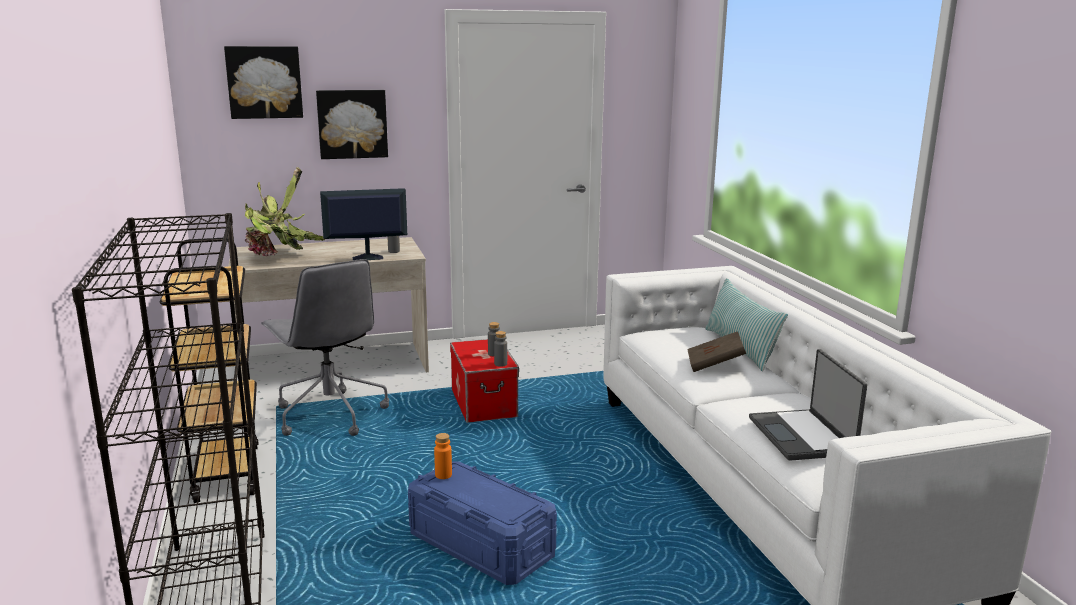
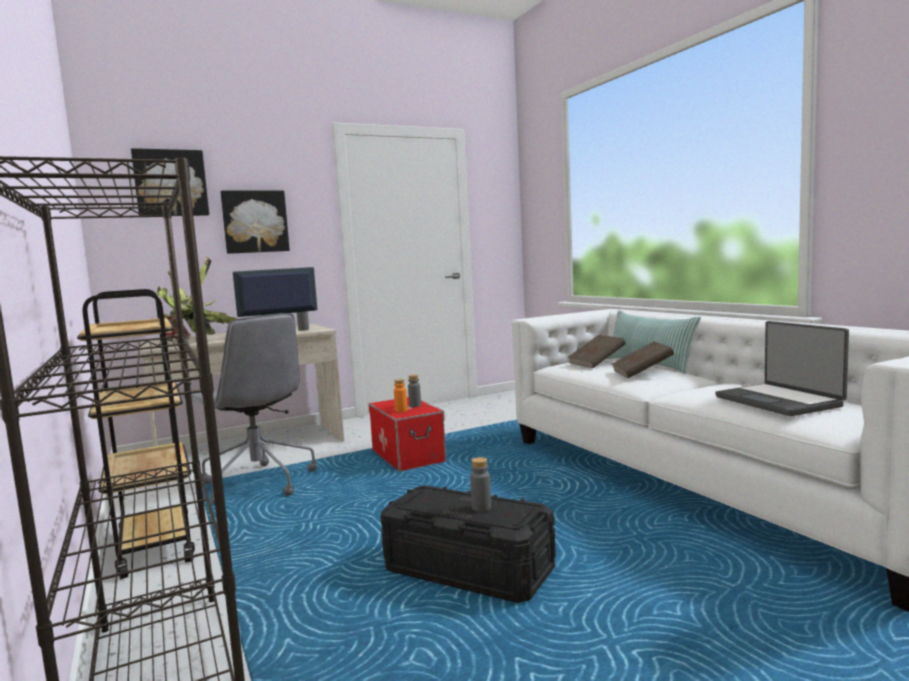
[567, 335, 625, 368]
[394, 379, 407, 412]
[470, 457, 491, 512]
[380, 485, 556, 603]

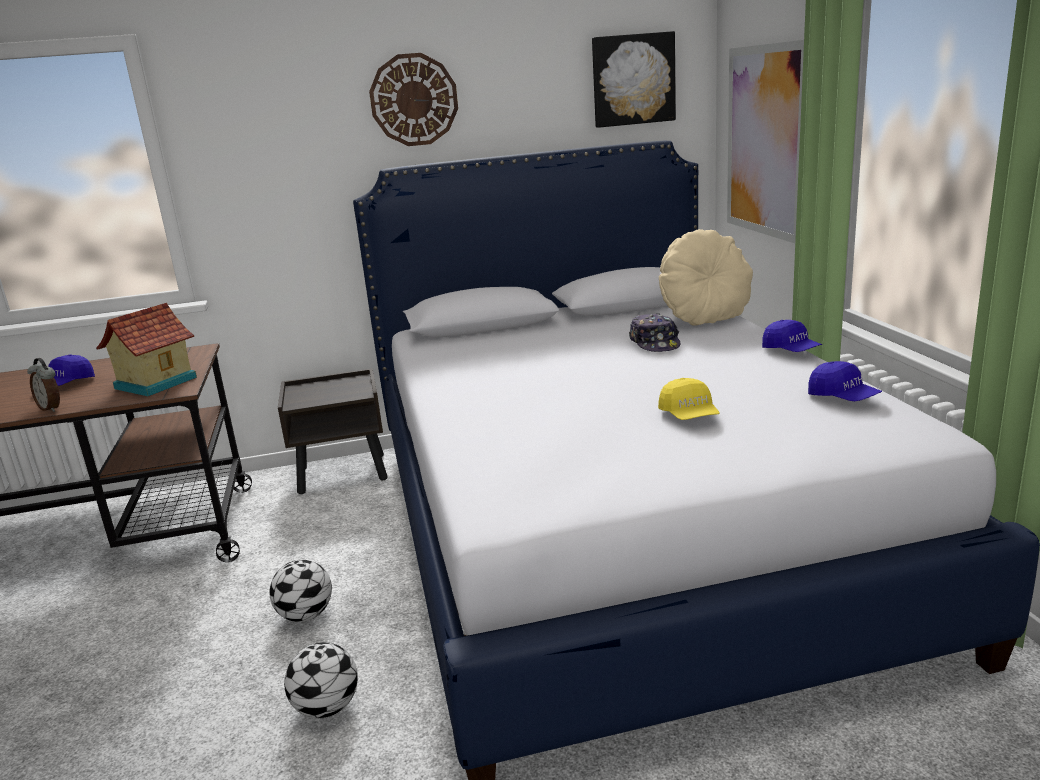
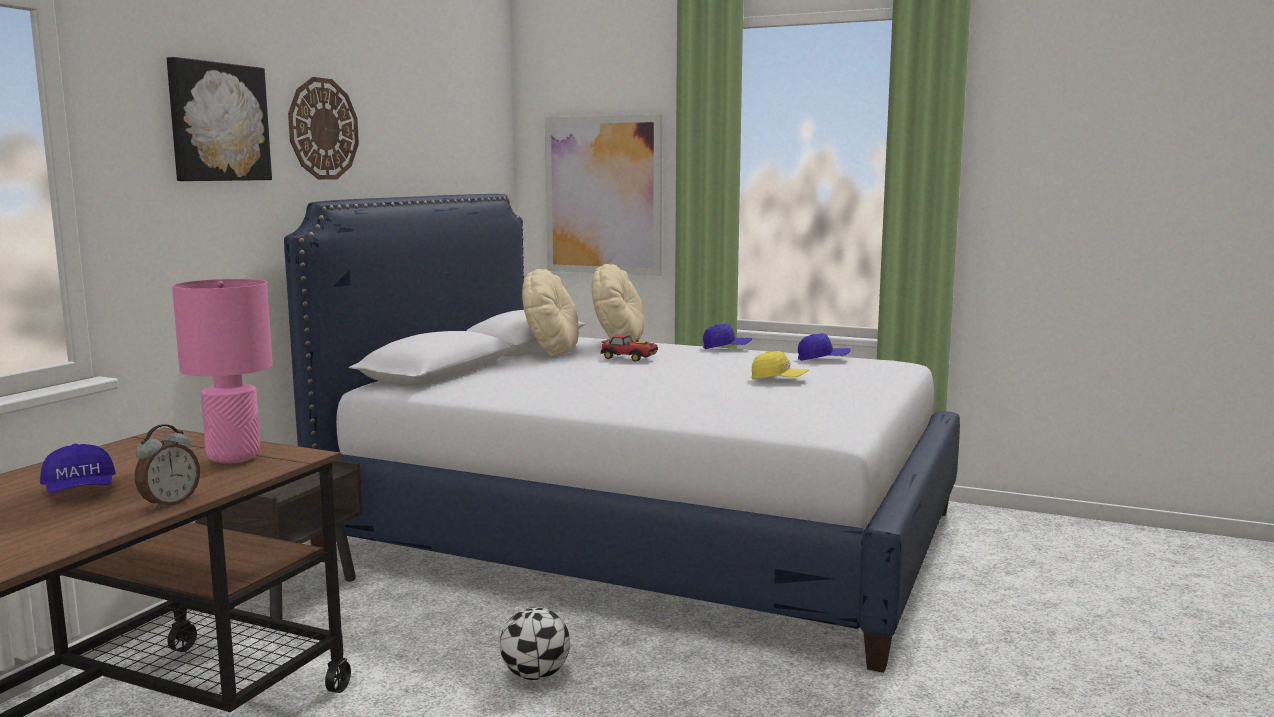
[284, 642, 358, 718] (first image)
[522, 269, 579, 357]
[167, 57, 272, 181]
[172, 279, 273, 464]
[600, 335, 658, 362]
[135, 424, 200, 510]

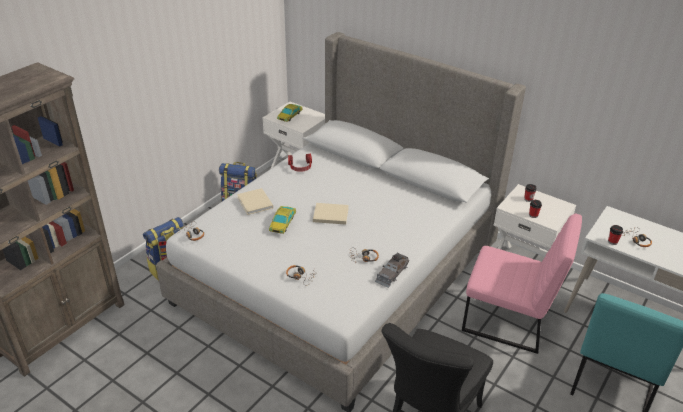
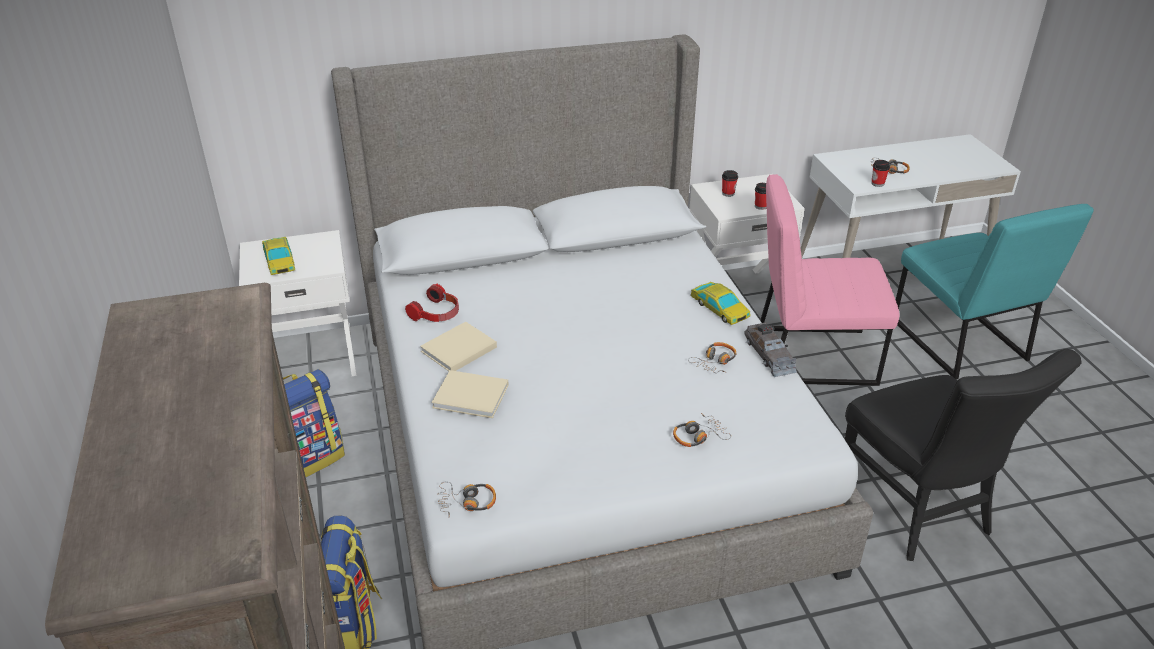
[690, 282, 751, 325]
[420, 322, 497, 371]
[760, 174, 900, 386]

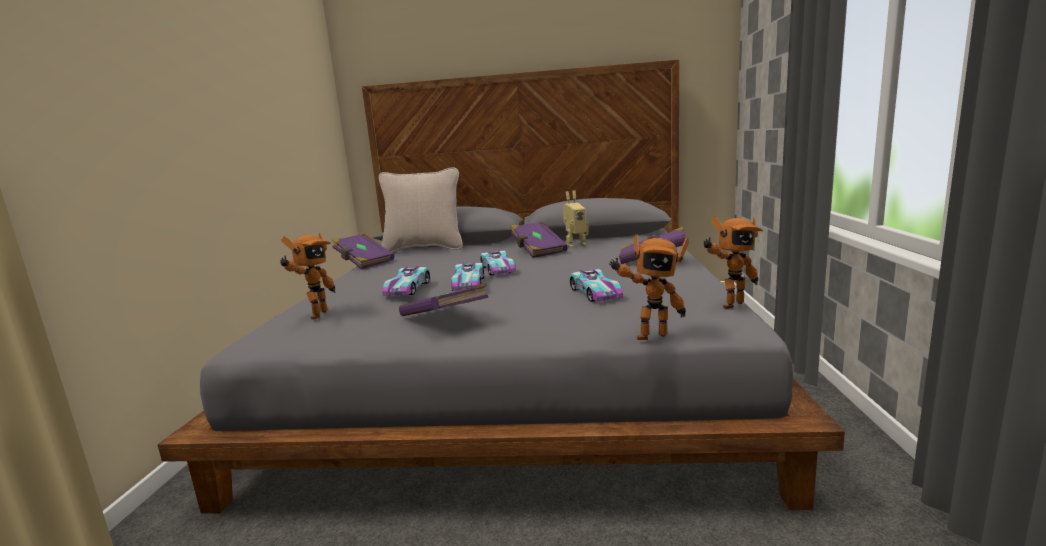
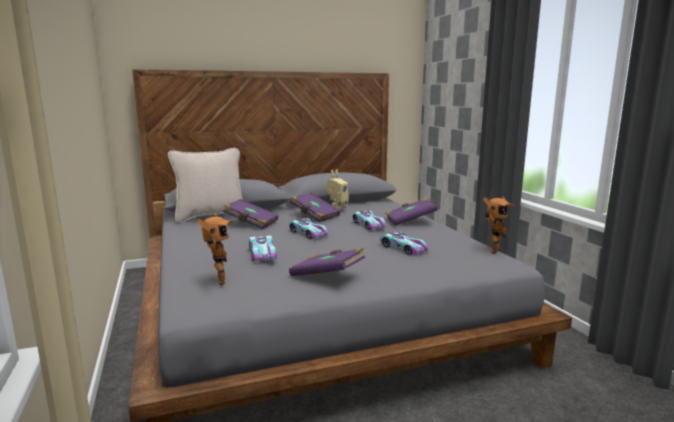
[609, 234, 689, 340] (first image)
[223, 199, 278, 229]
[353, 210, 386, 229]

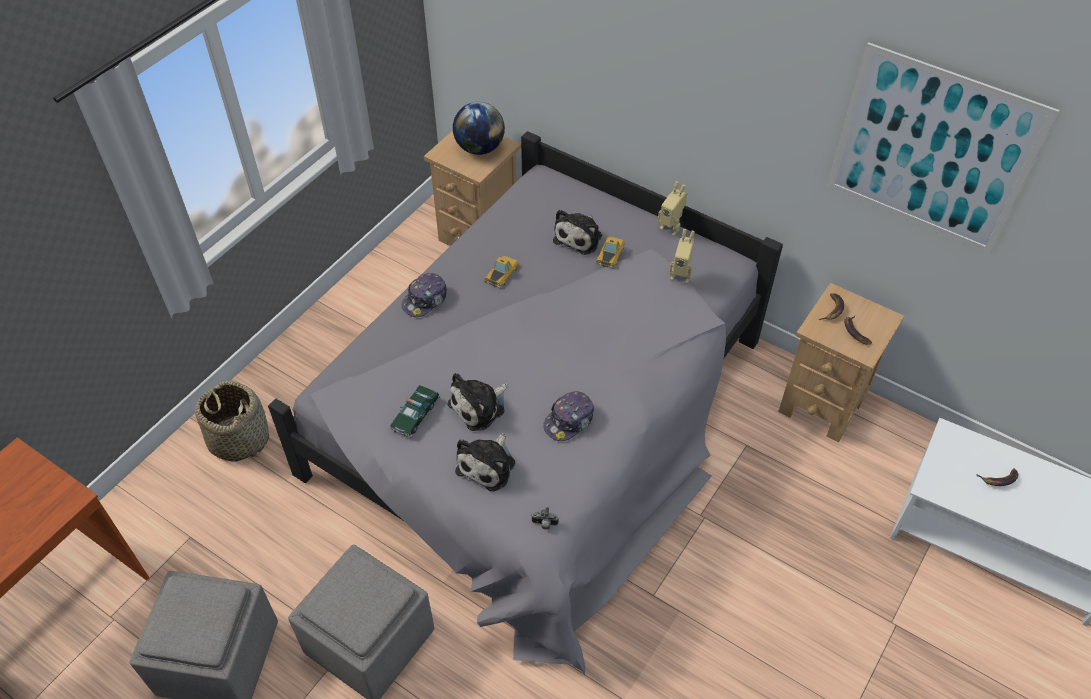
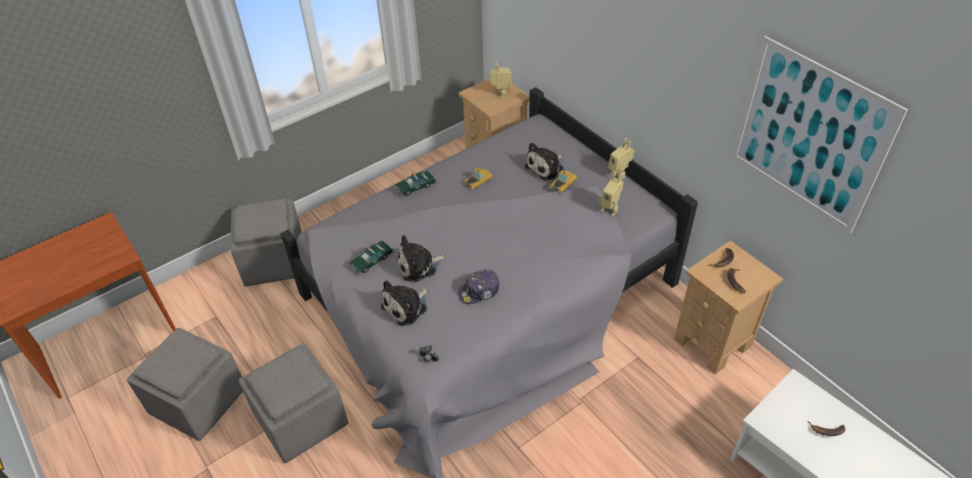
[231, 199, 302, 287]
[395, 171, 437, 197]
[489, 60, 512, 98]

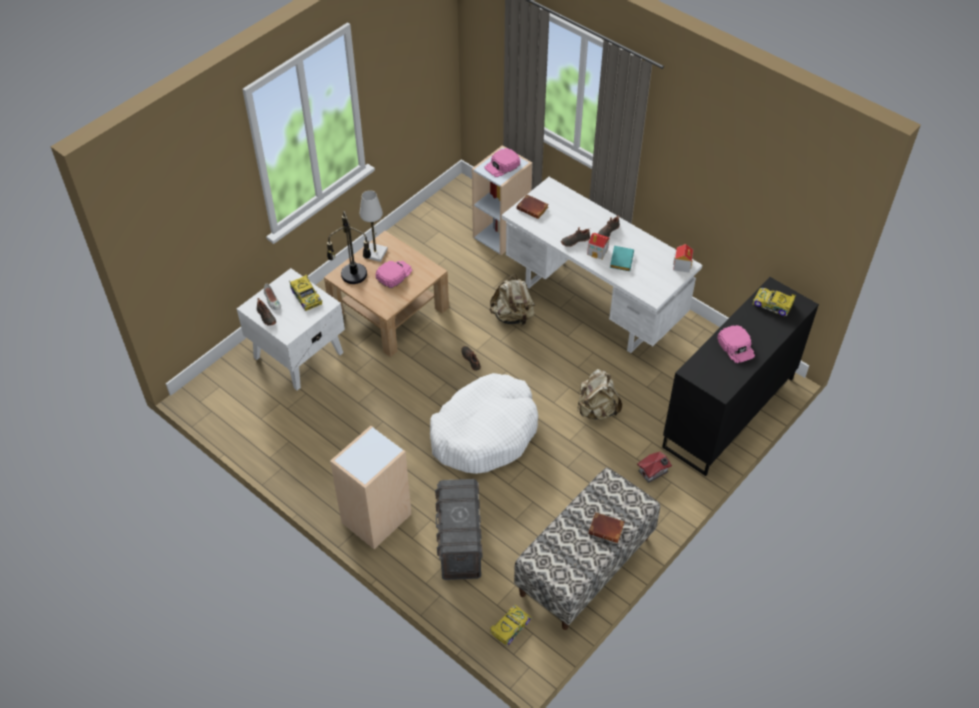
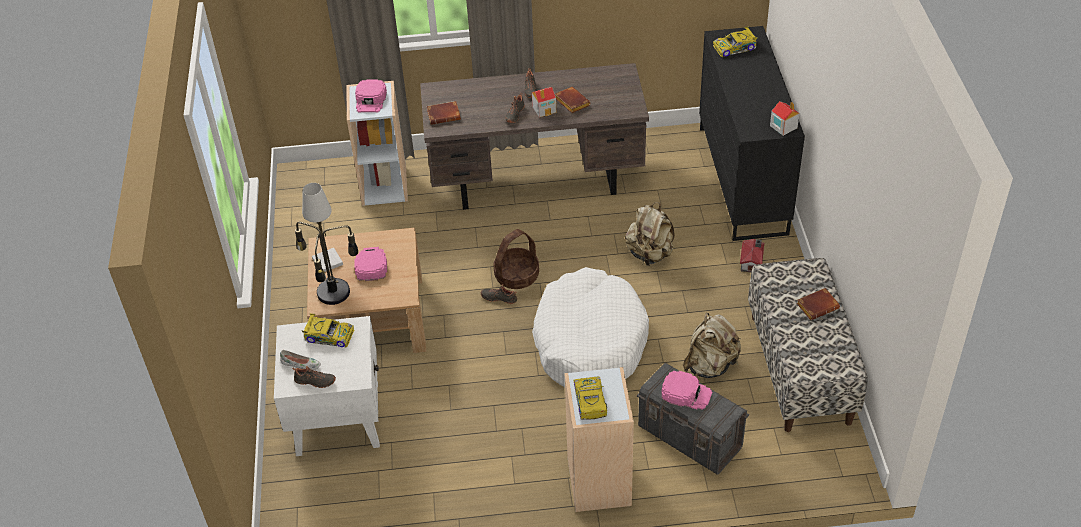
[494, 229, 539, 289]
[683, 313, 741, 378]
[574, 377, 607, 420]
[770, 101, 799, 136]
[662, 371, 712, 410]
[420, 63, 649, 210]
[555, 87, 591, 113]

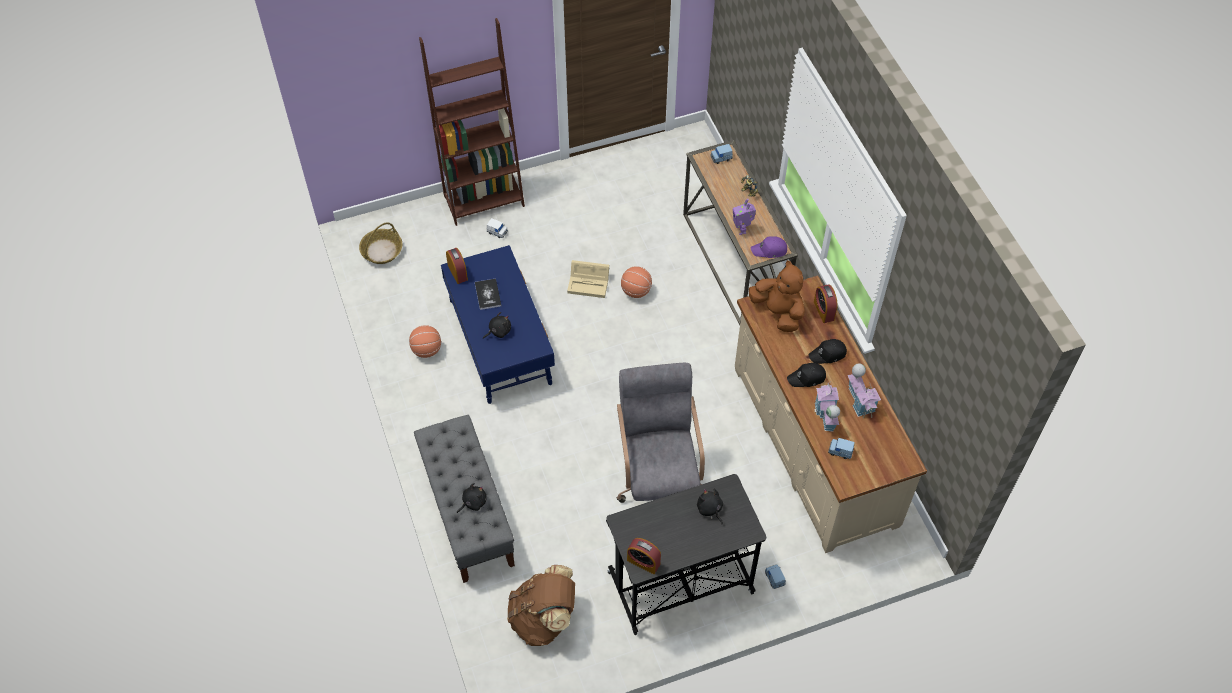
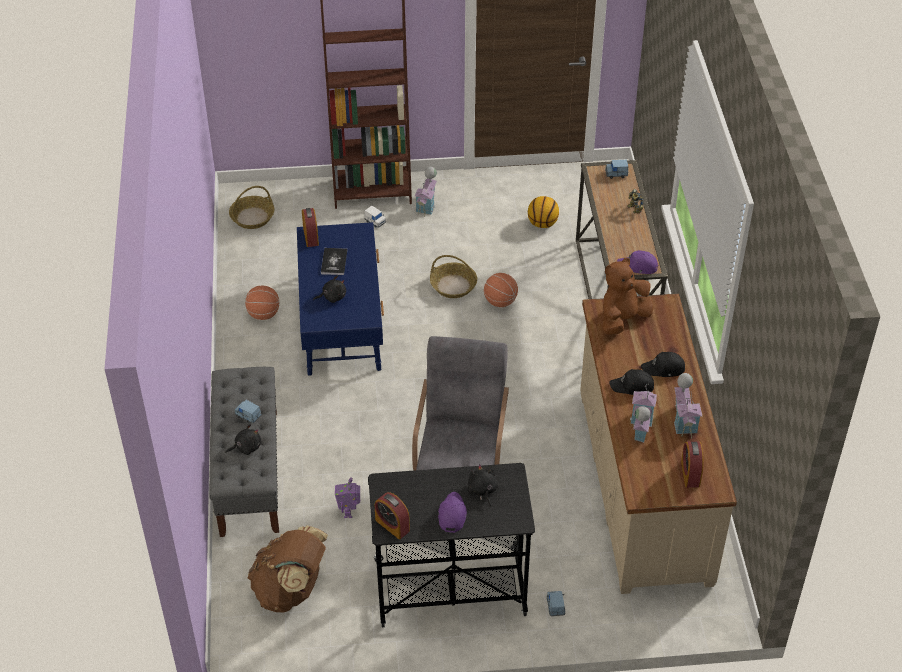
[415, 167, 437, 217]
[438, 492, 467, 533]
[528, 196, 559, 228]
[335, 477, 360, 518]
[681, 441, 704, 488]
[235, 400, 262, 424]
[430, 255, 477, 298]
[602, 258, 653, 335]

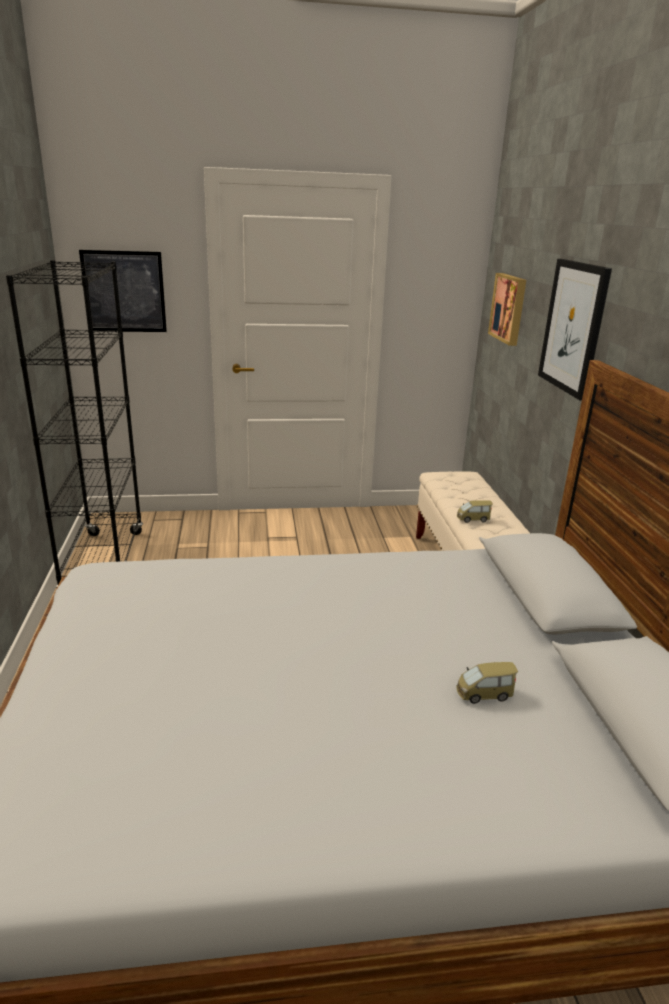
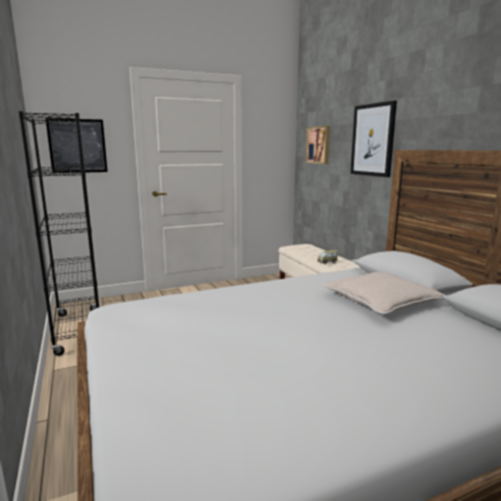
[456, 662, 518, 704] (first image)
[322, 272, 445, 314]

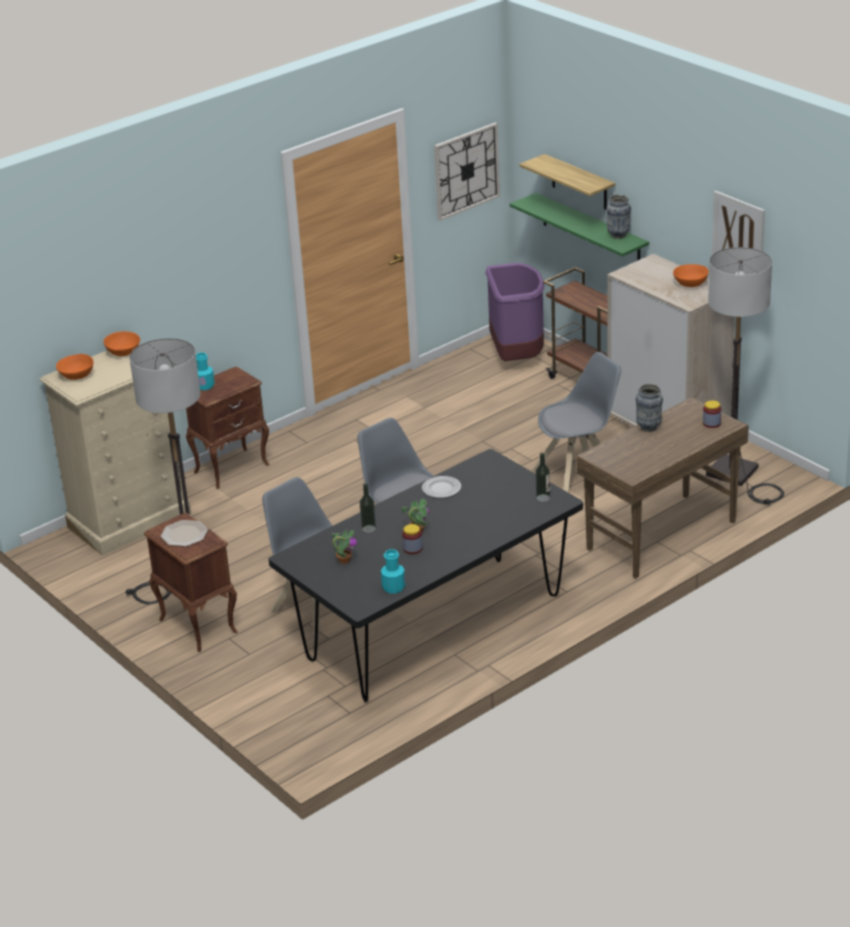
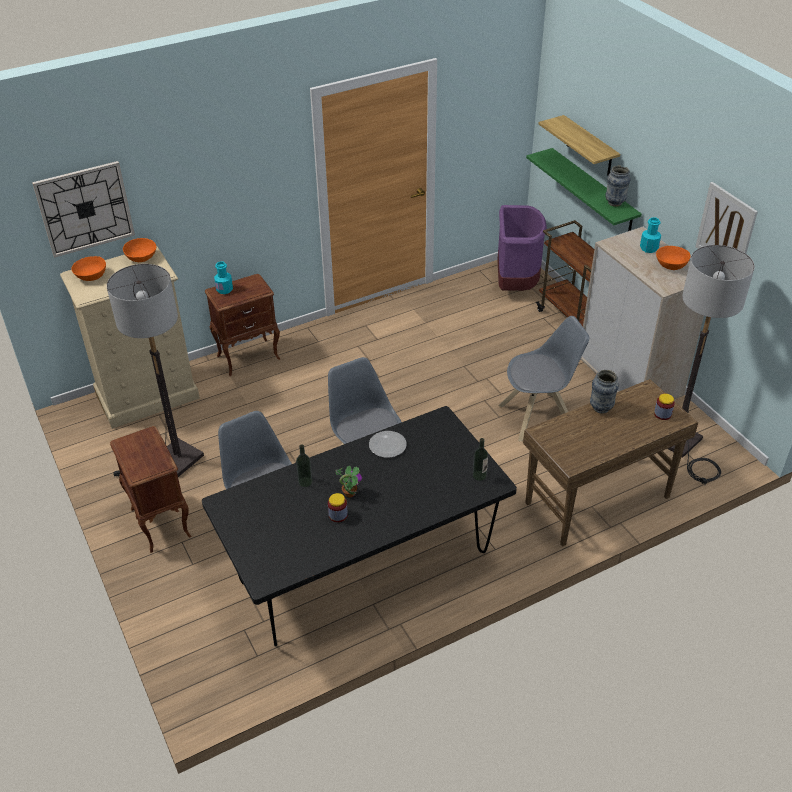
[161, 520, 208, 546] (first image)
[332, 529, 357, 564] (first image)
[640, 217, 661, 253]
[32, 161, 135, 257]

